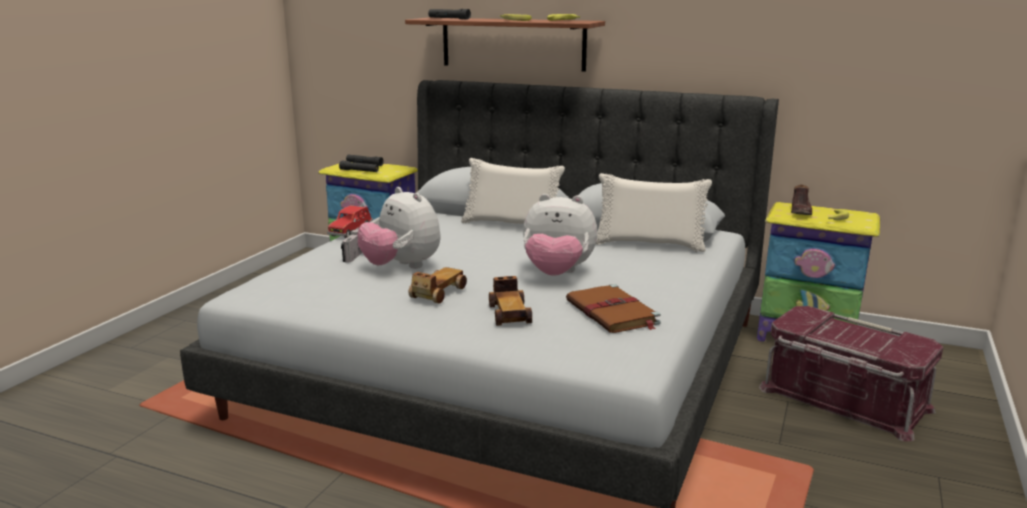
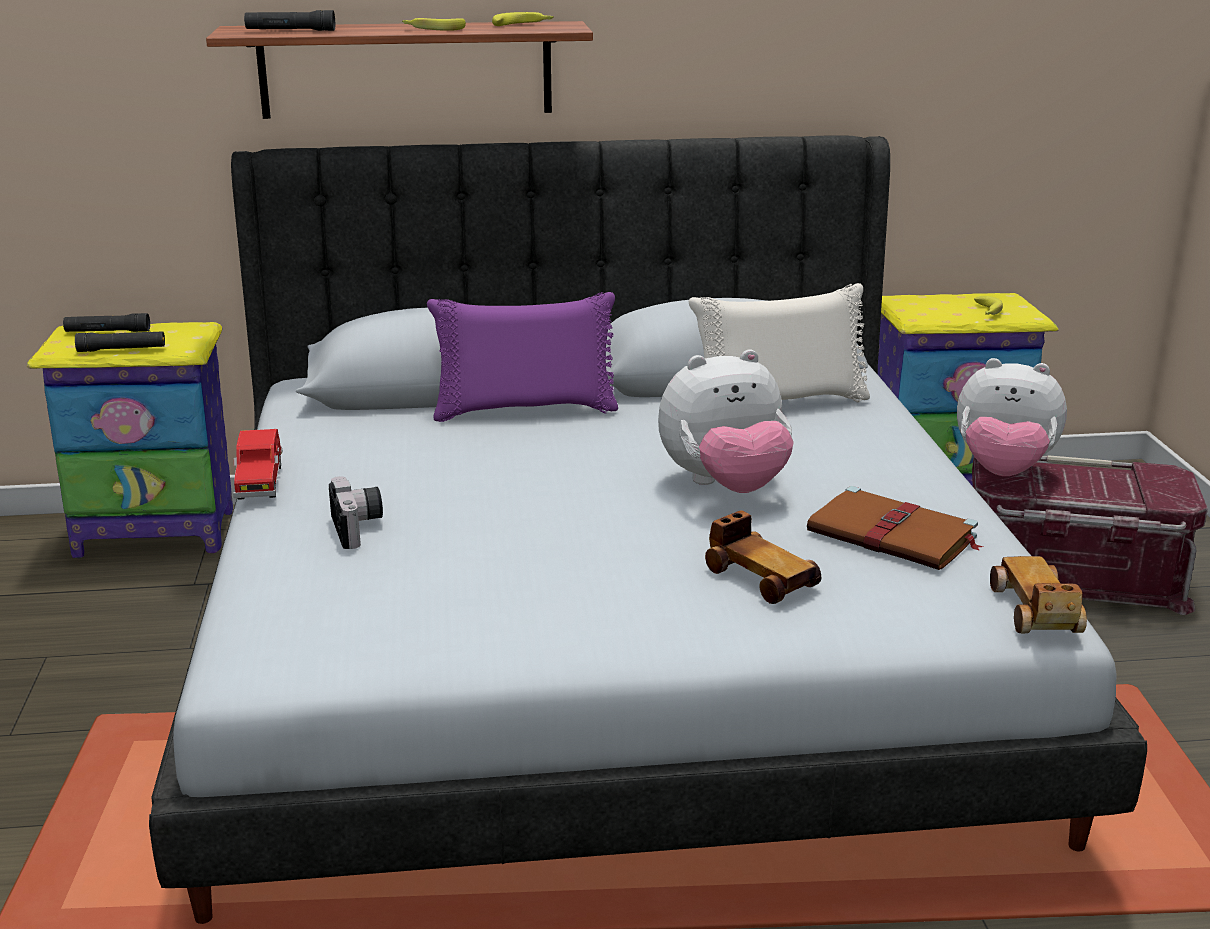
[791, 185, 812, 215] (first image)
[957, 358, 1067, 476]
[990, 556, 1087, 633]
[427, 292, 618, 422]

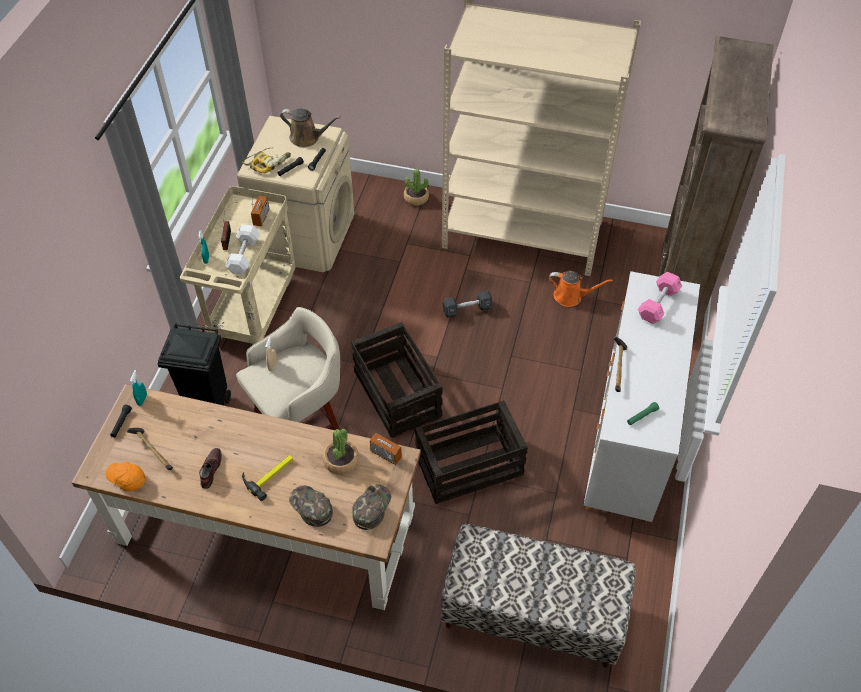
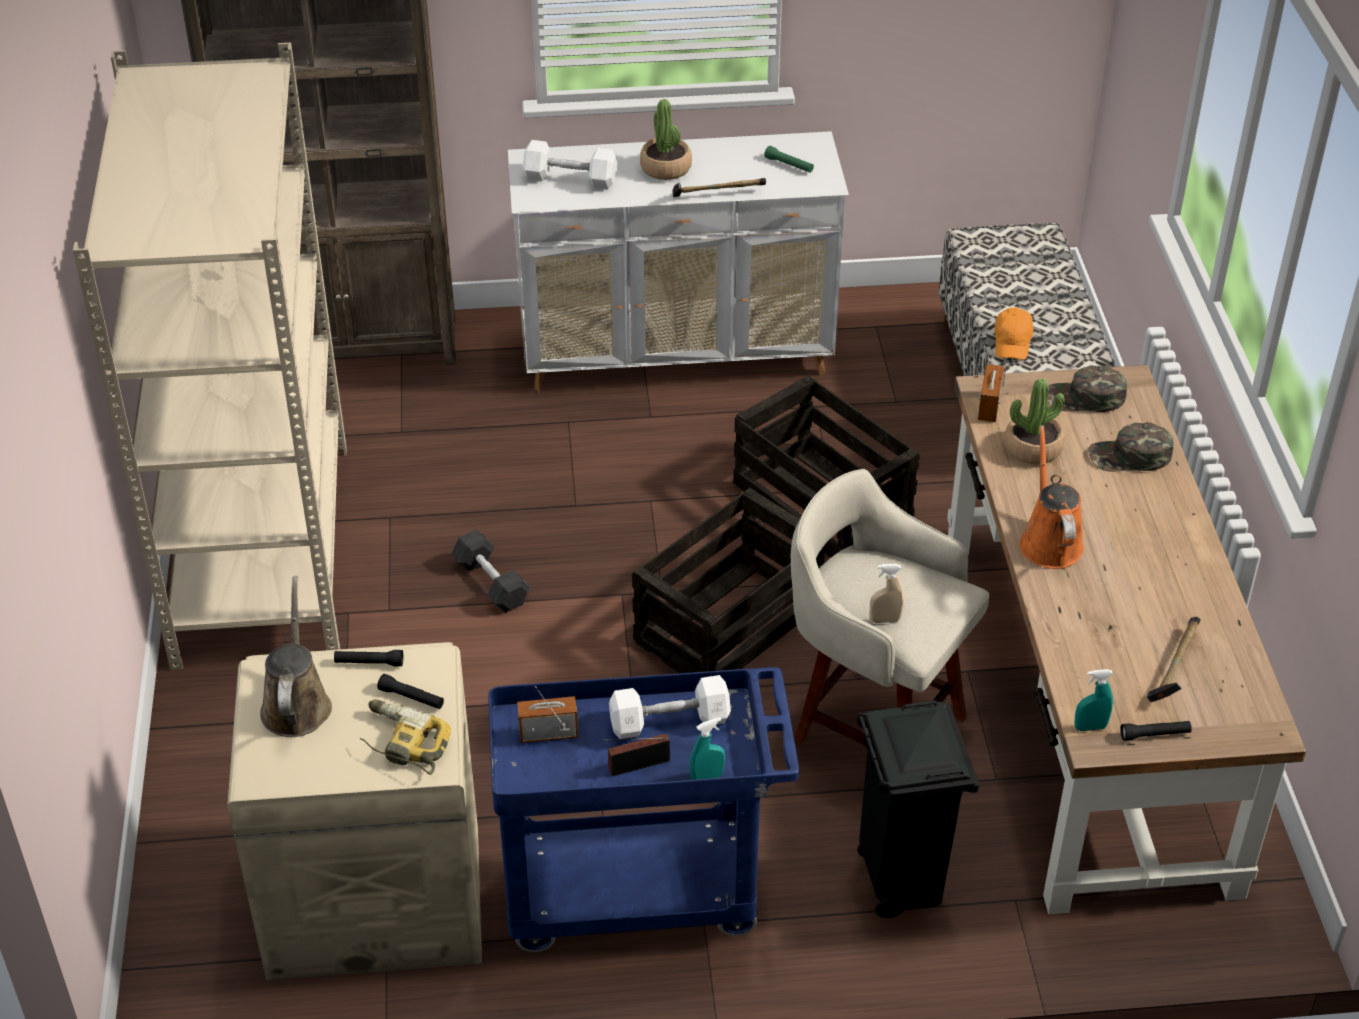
[199, 448, 222, 489] (first image)
[242, 455, 293, 501] (first image)
[995, 308, 1033, 360]
[640, 99, 692, 180]
[1020, 425, 1084, 569]
[488, 667, 799, 952]
[523, 140, 617, 189]
[1088, 422, 1173, 472]

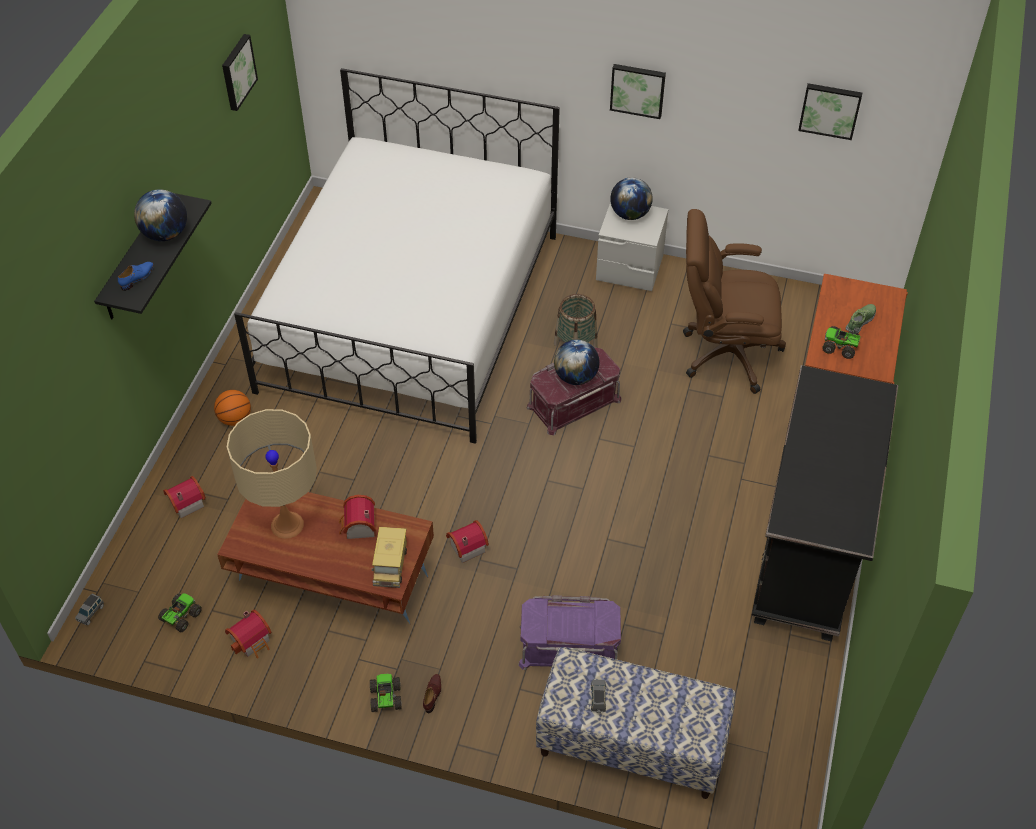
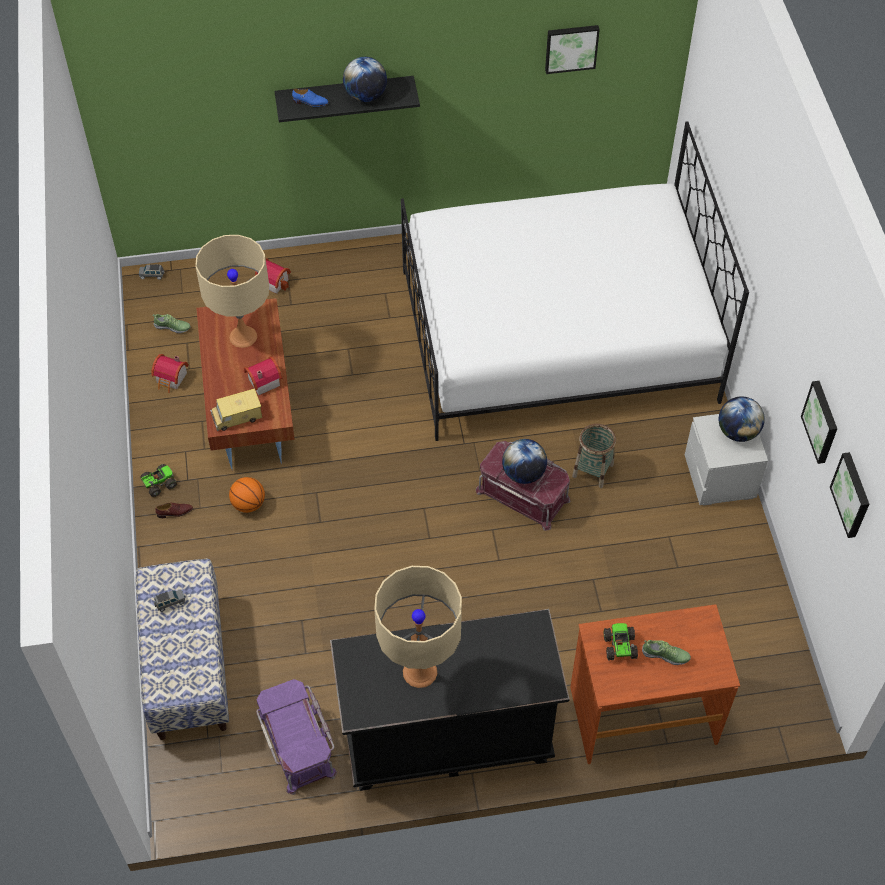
[446, 520, 489, 563] (first image)
[683, 209, 786, 394] (first image)
[374, 566, 462, 688]
[229, 477, 265, 513]
[256, 679, 337, 795]
[801, 381, 837, 464]
[153, 314, 191, 333]

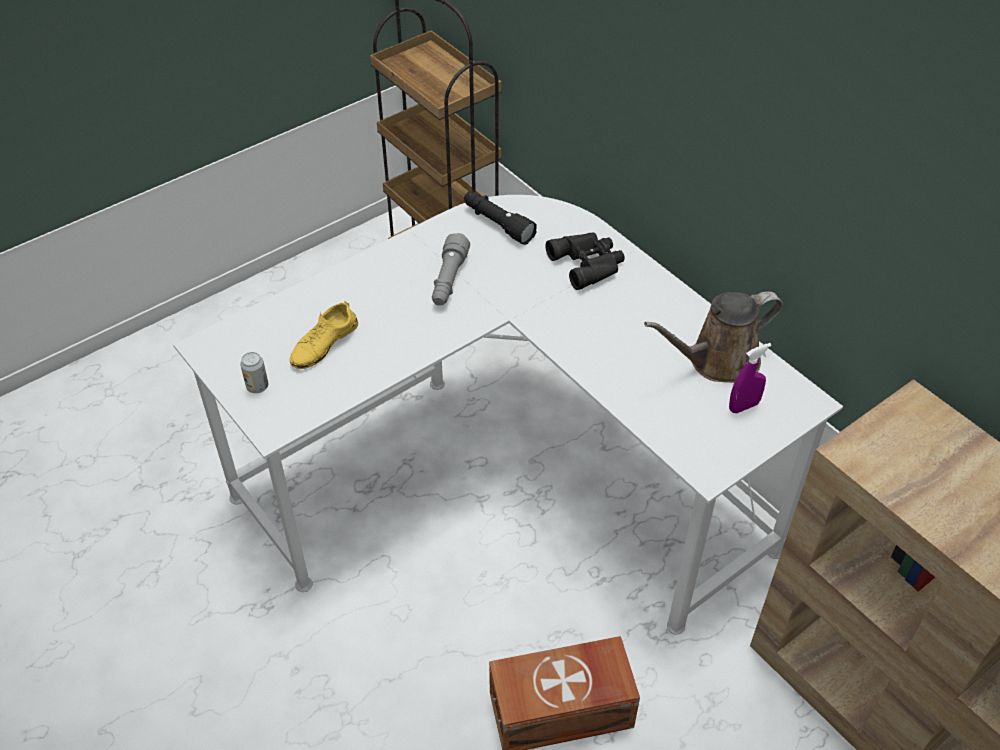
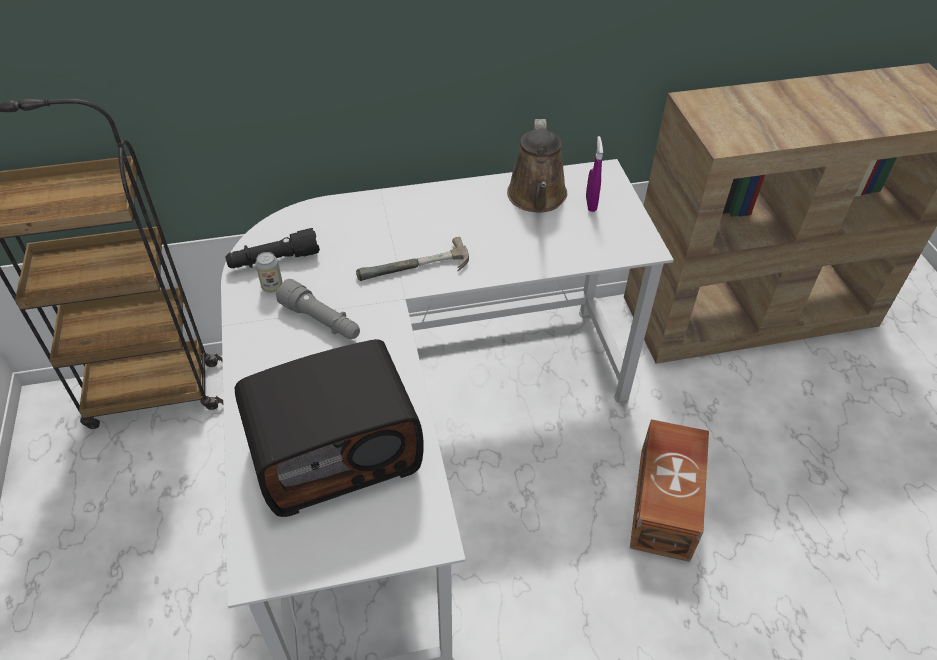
[545, 232, 625, 290] (first image)
[356, 237, 469, 281]
[255, 252, 283, 293]
[235, 339, 424, 517]

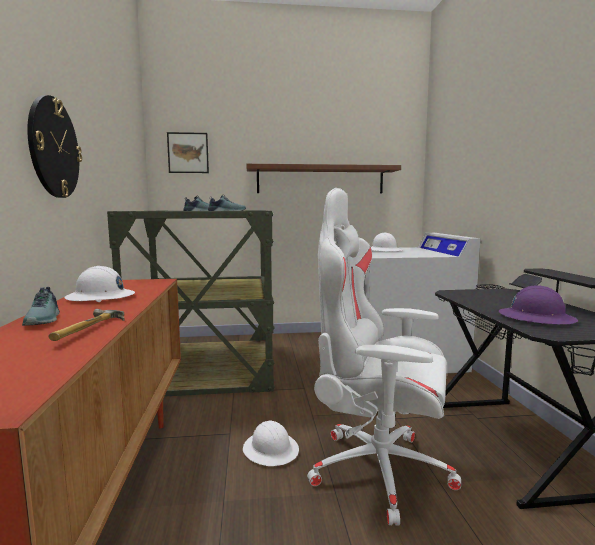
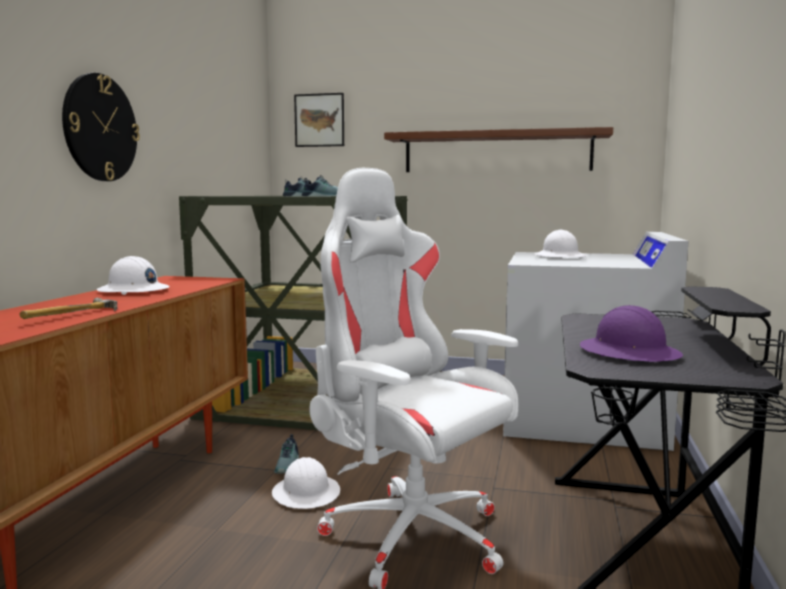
[274, 434, 299, 474]

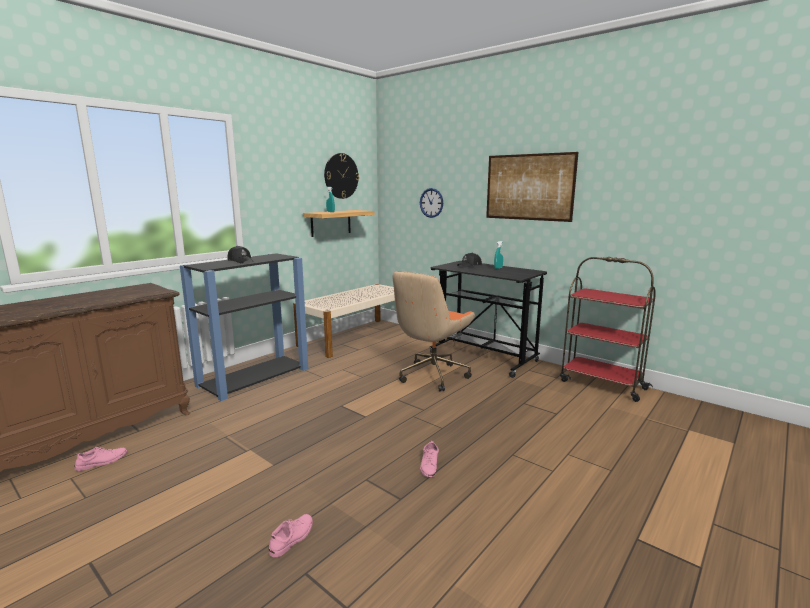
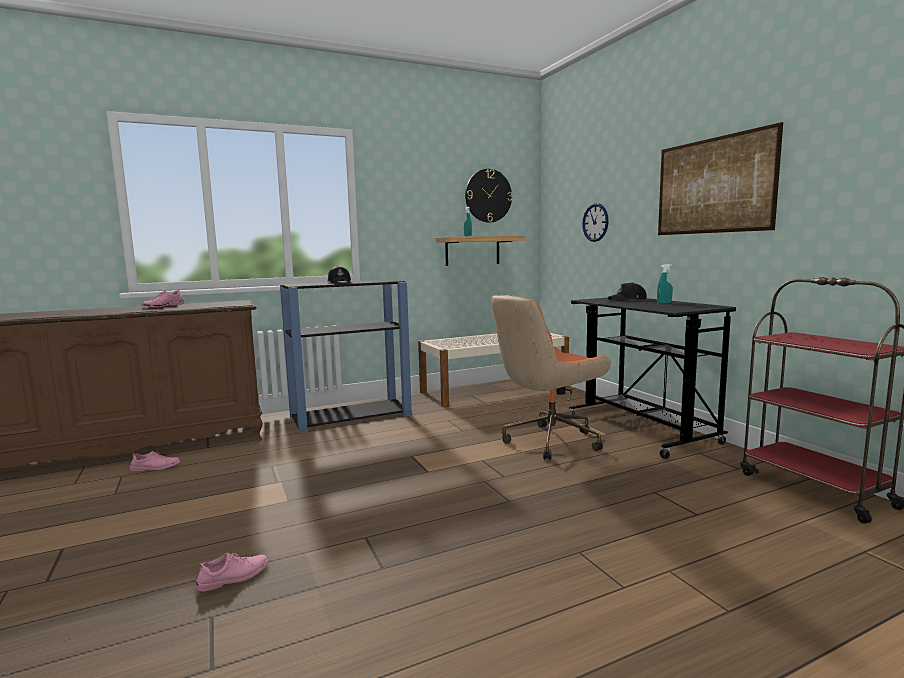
[142, 290, 184, 307]

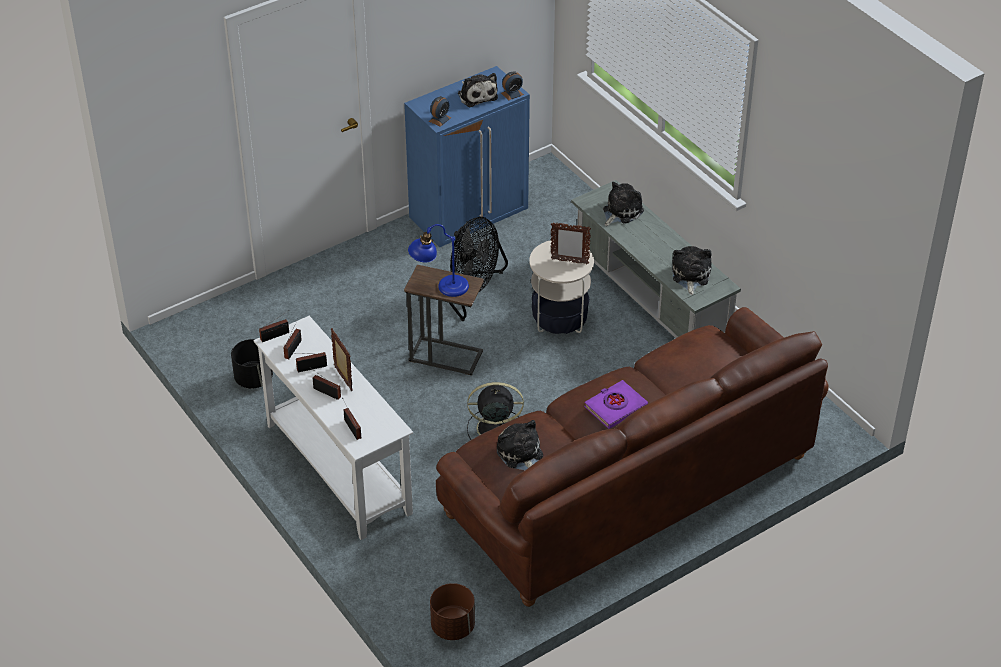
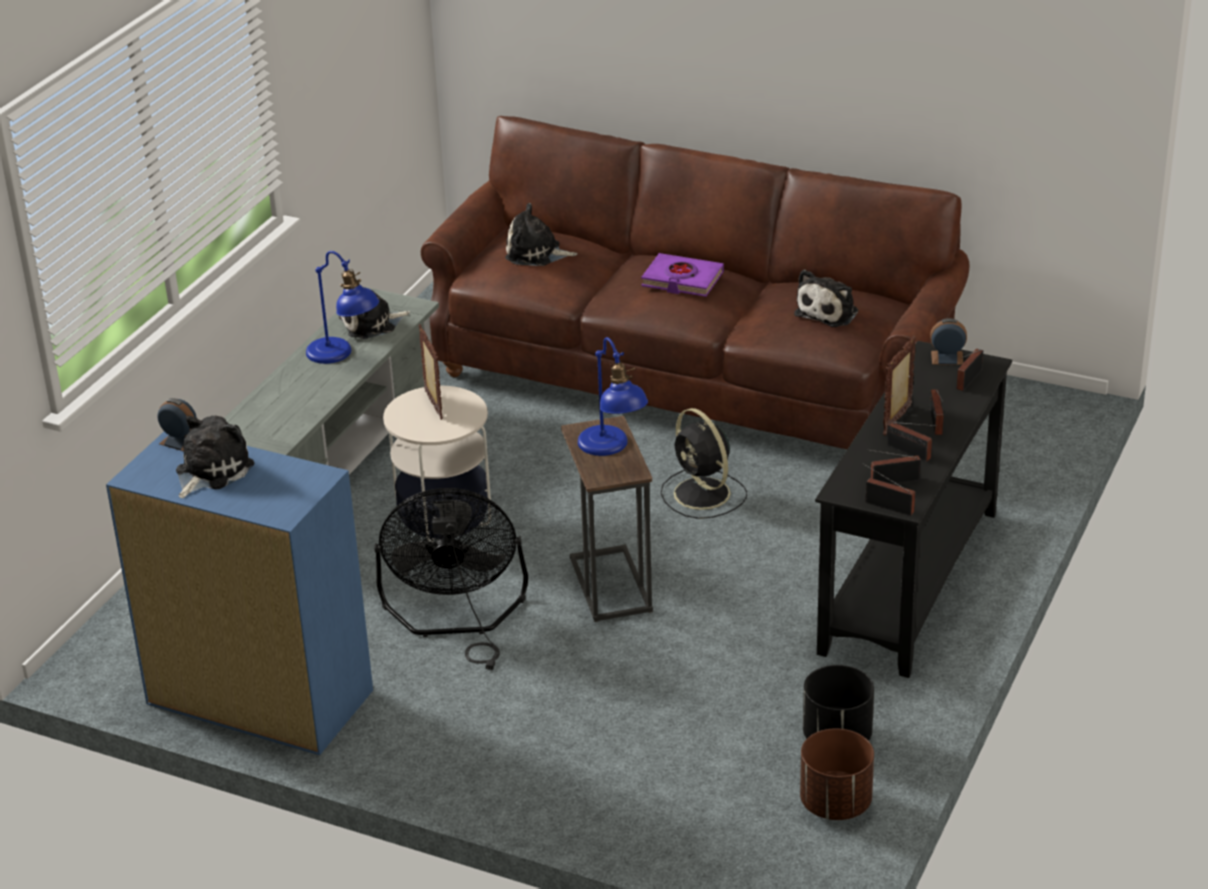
[306, 251, 379, 364]
[930, 318, 967, 365]
[800, 728, 874, 820]
[505, 203, 578, 266]
[815, 341, 1012, 678]

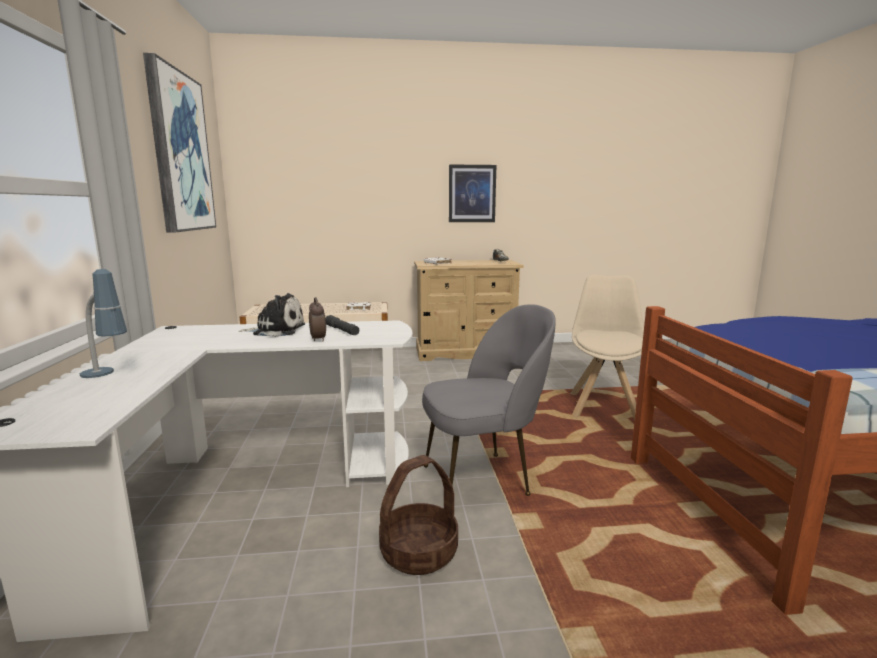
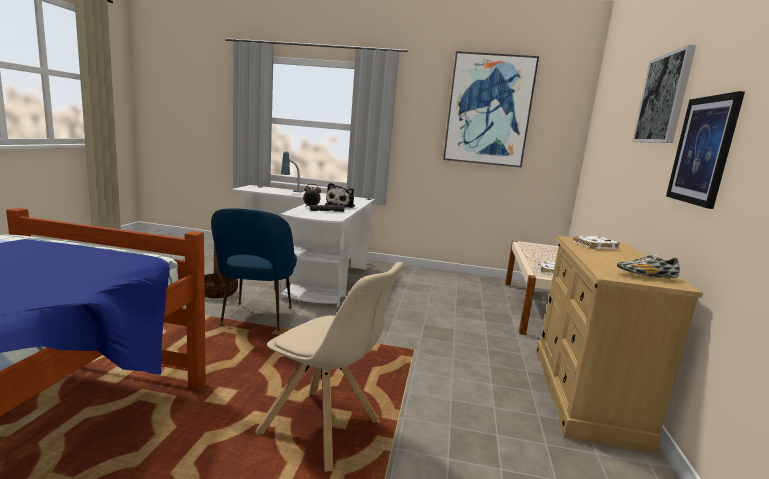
[632, 45, 696, 143]
[211, 208, 297, 331]

